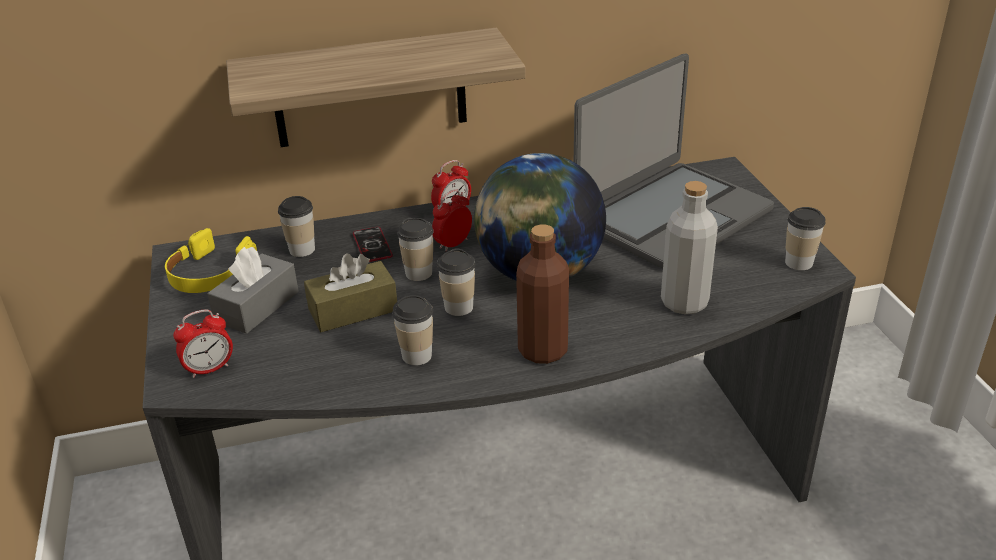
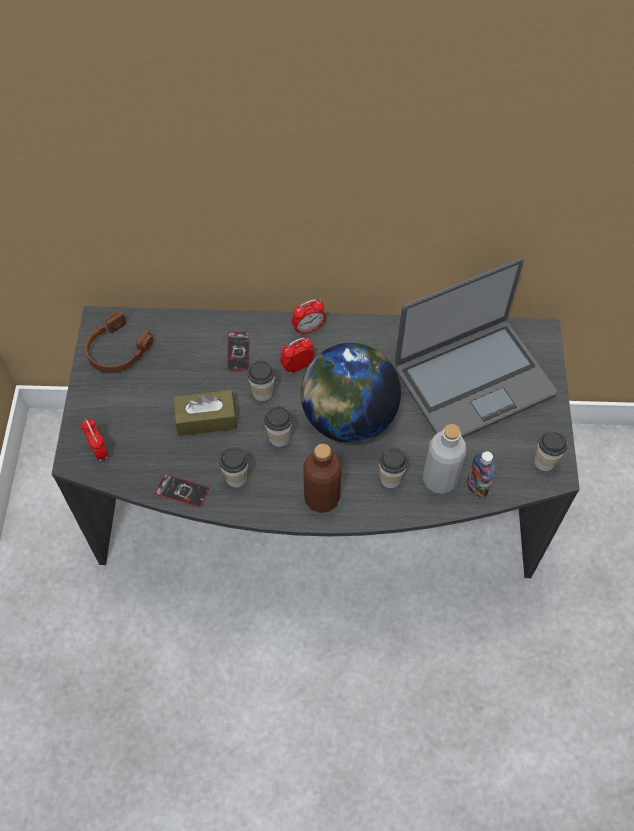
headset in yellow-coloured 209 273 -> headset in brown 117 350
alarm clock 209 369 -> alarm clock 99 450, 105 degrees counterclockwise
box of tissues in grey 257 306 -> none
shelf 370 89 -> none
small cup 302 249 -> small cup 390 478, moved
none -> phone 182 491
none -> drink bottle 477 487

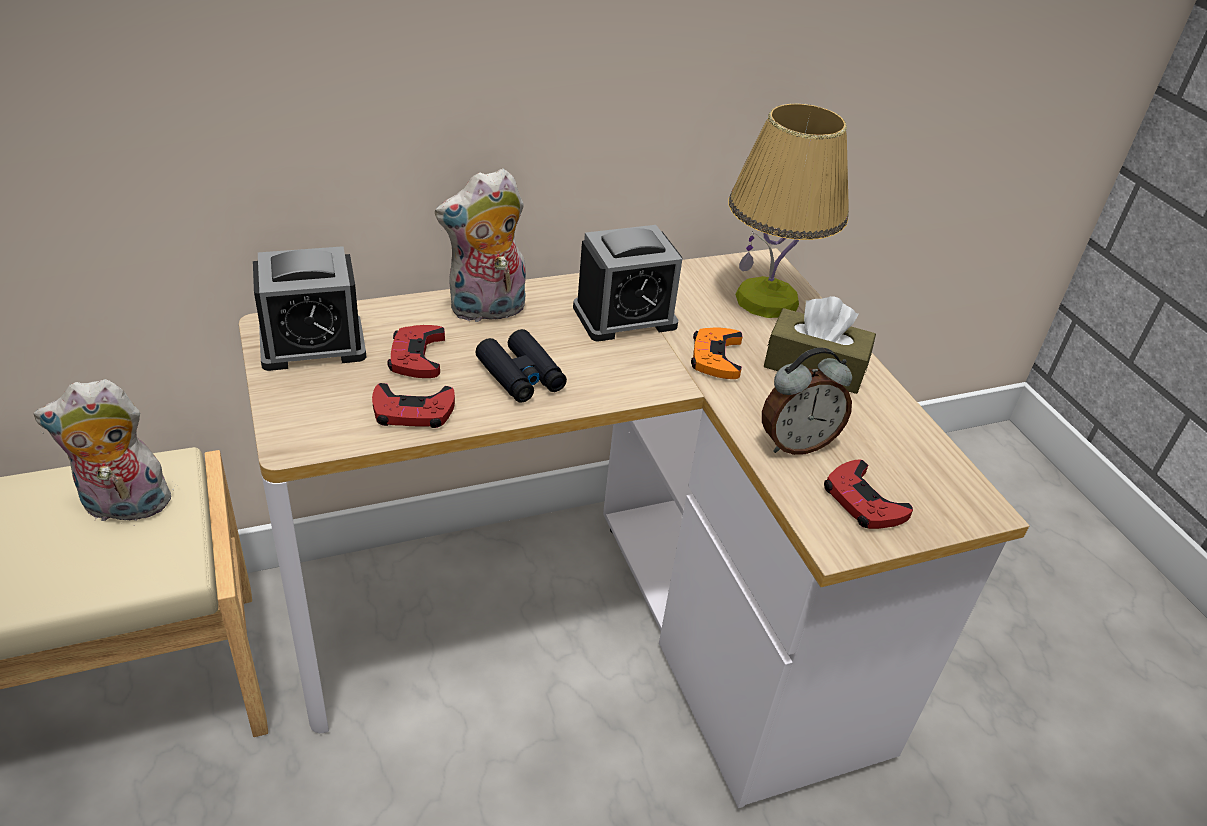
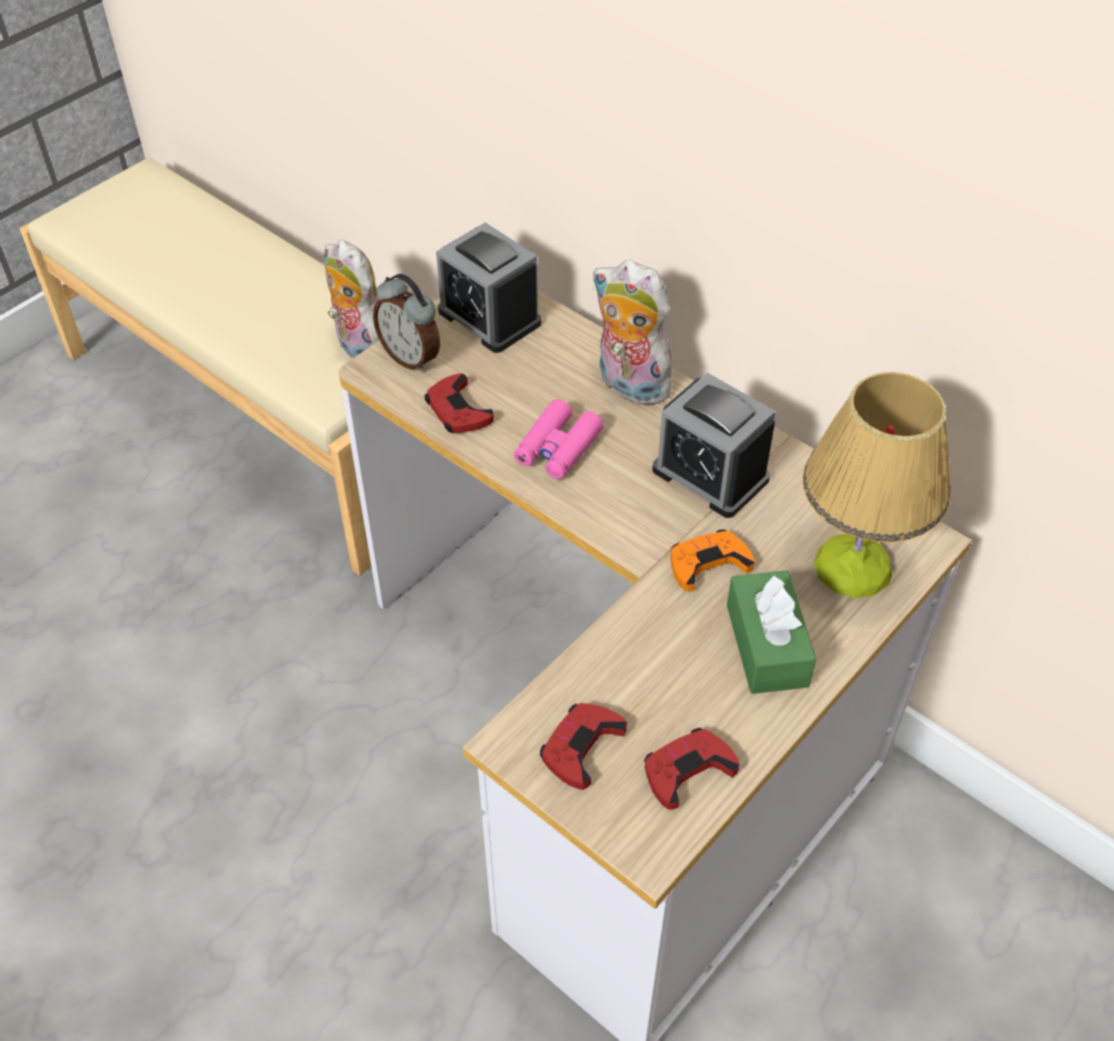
game controller in reddish 416 357 -> game controller in reddish 687 770, moved
pair of binoculars in blackish 521 376 -> pair of binoculars in pink-coloured 557 448
alarm clock 796 443 -> alarm clock 411 357, moved
box of tissues in brown 814 367 -> box of tissues in green-coloured 766 645

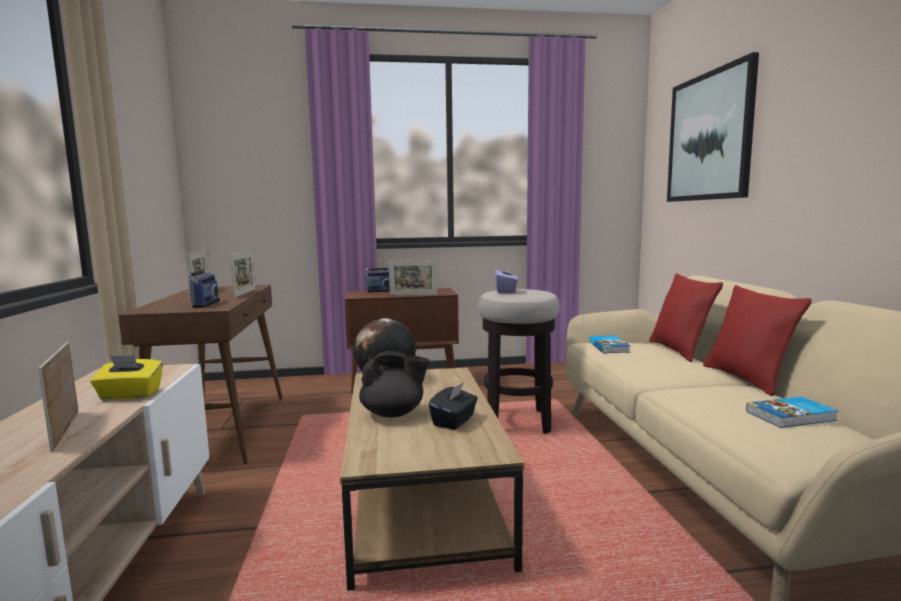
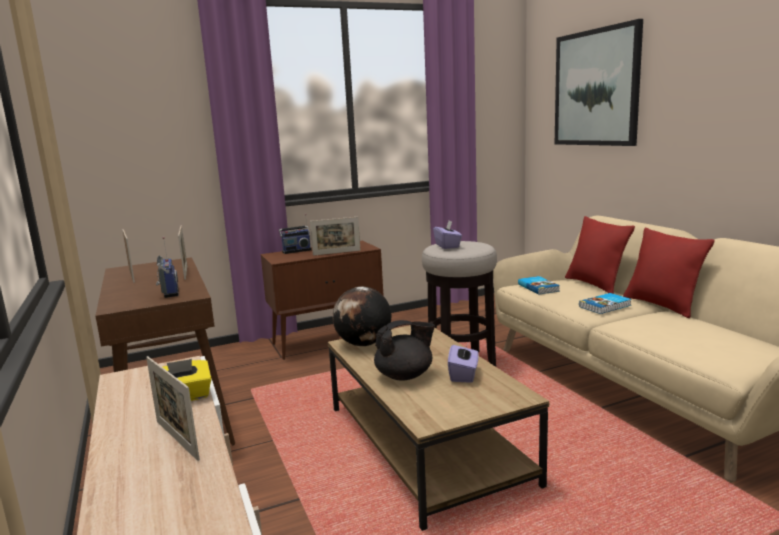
box of tissues in blackish 454 421 -> box of tissues in purple-coloured 463 375
bound book 792 416 -> bound book 606 306, moved

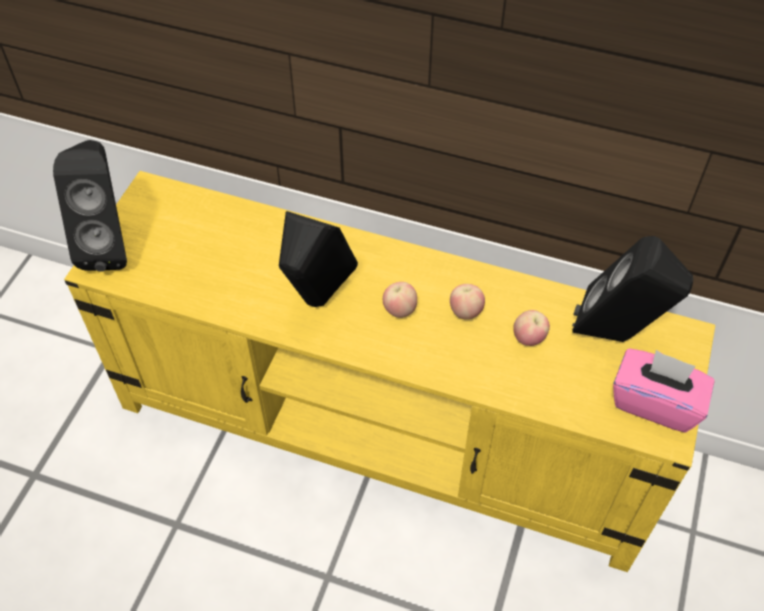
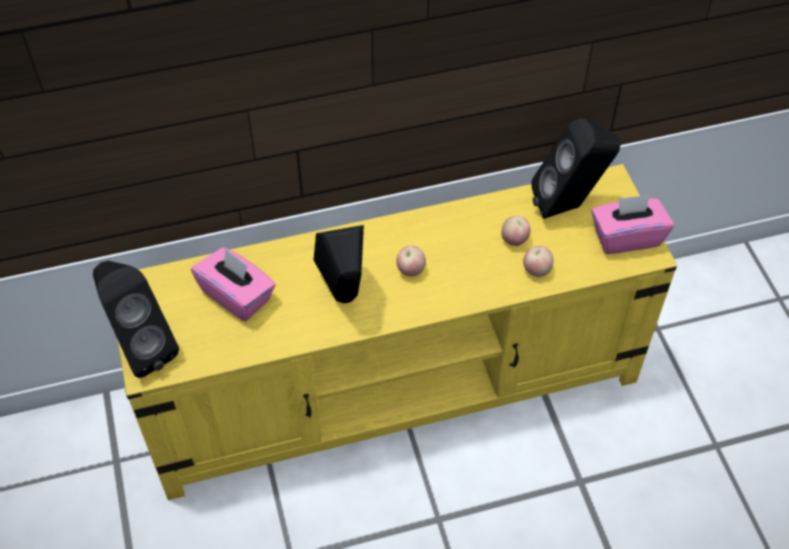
whole apple 465 312 -> whole apple 536 270, moved
none -> box of tissues in pink-coloured 237 296

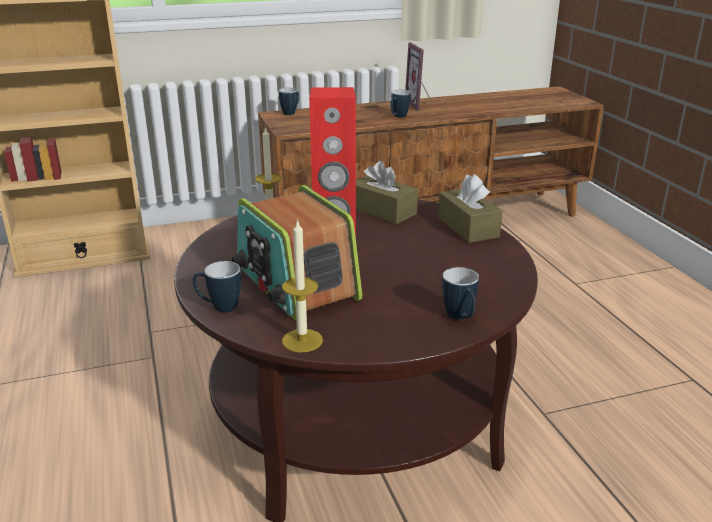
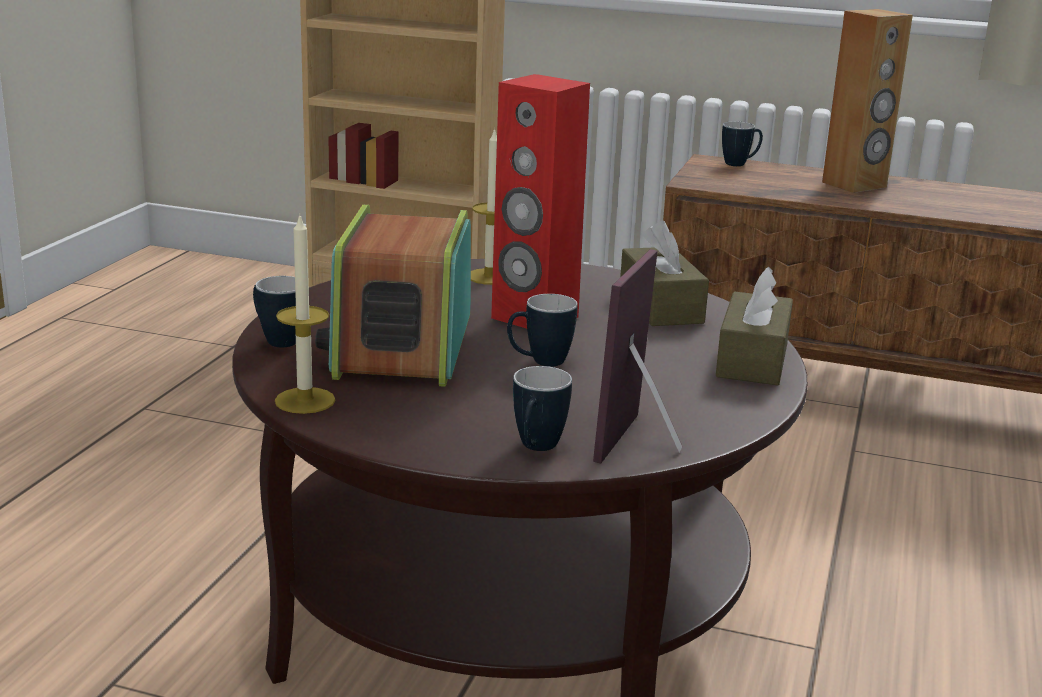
tea mug 398 117 -> tea mug 539 362, moved
photo frame 421 104 -> photo frame 646 444, moved
none -> audio speaker in brown 854 185

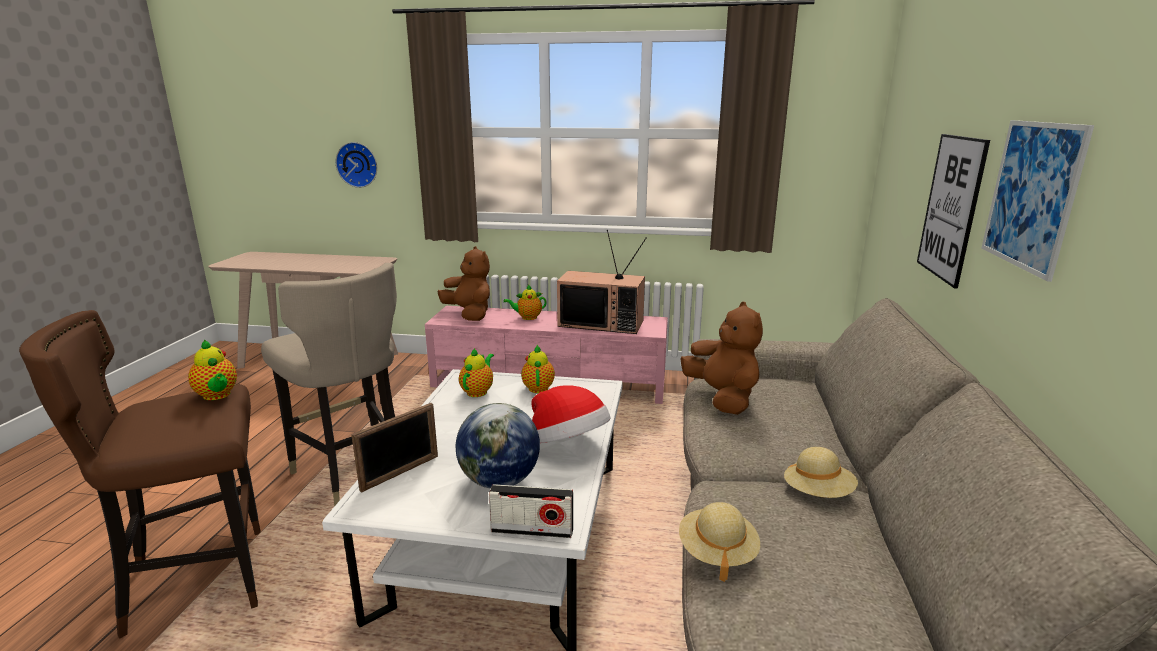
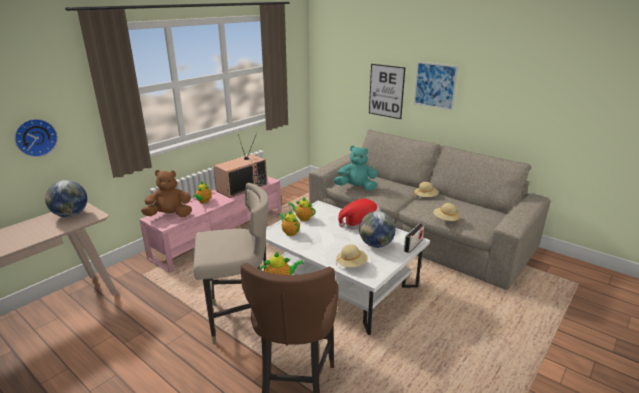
photo frame 400 473 -> wearable hat in beige-coloured 351 264
plush toy in brown 722 398 -> plush toy in blue-green 356 188
none -> globe 71 215

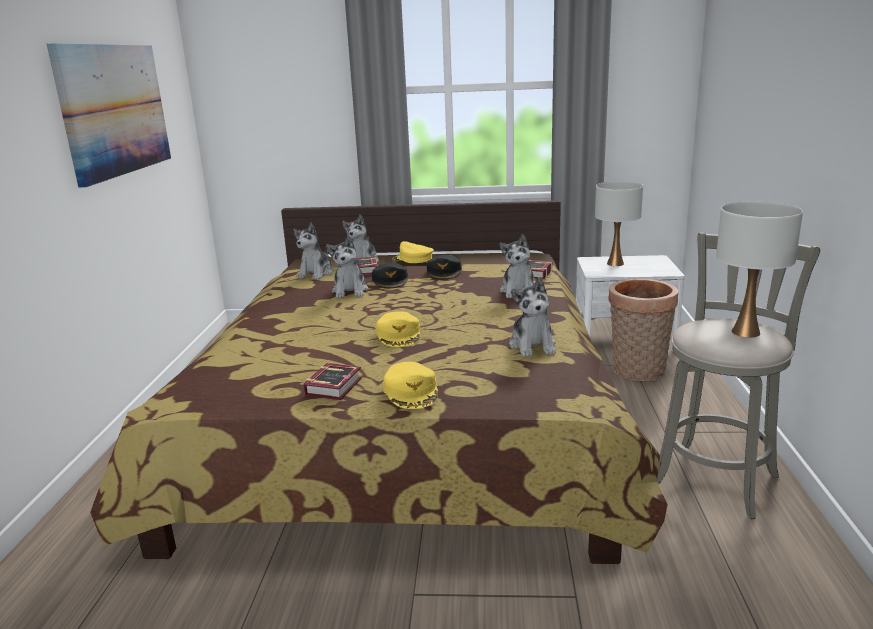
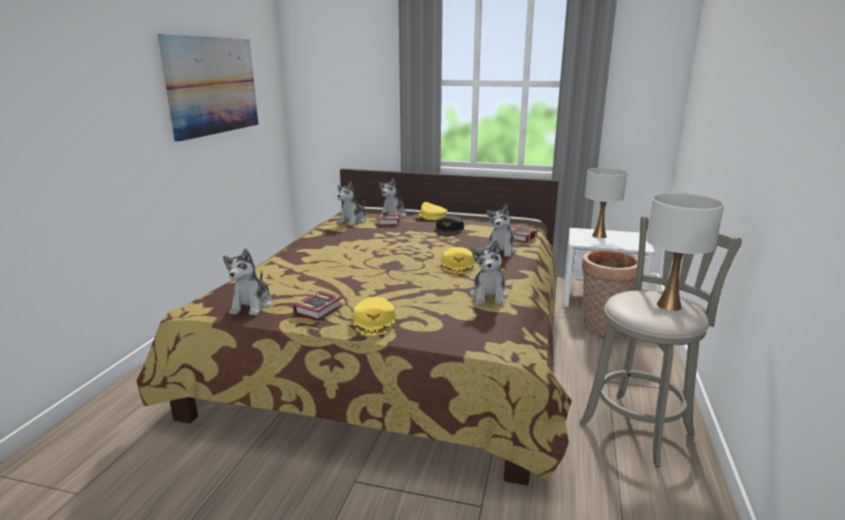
plush toy 350 291 -> plush toy 252 305, moved
peaked cap in blackish 390 280 -> none
peaked cap in yellow-coloured 399 335 -> peaked cap in yellow-coloured 458 265, moved

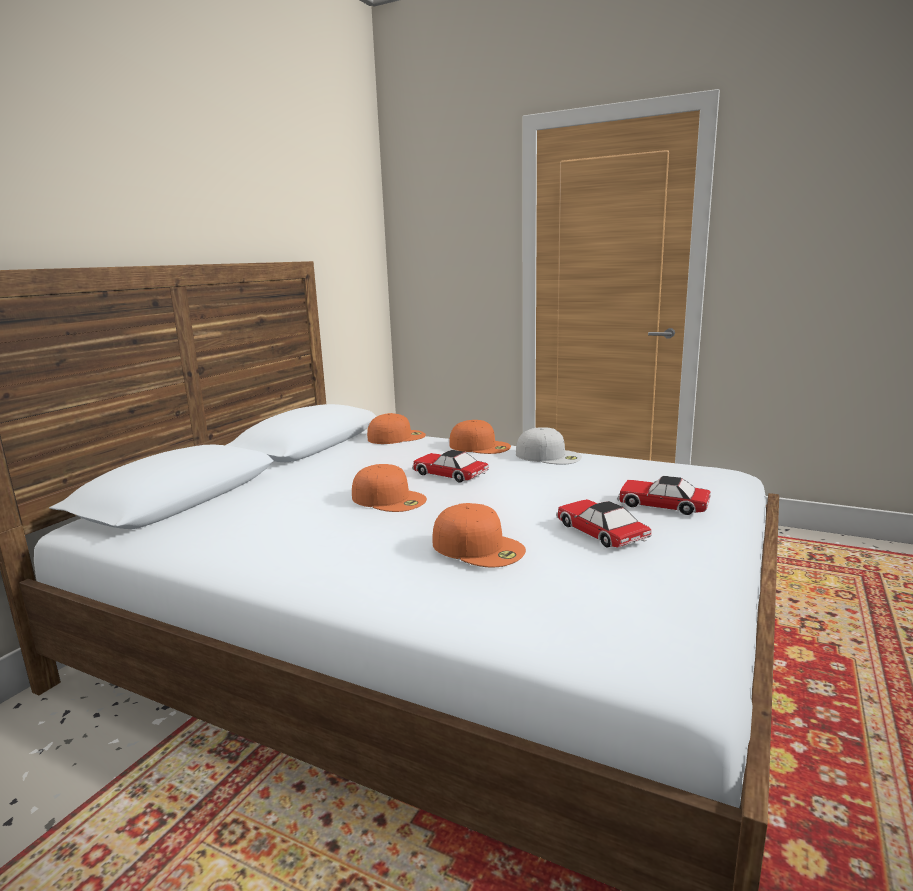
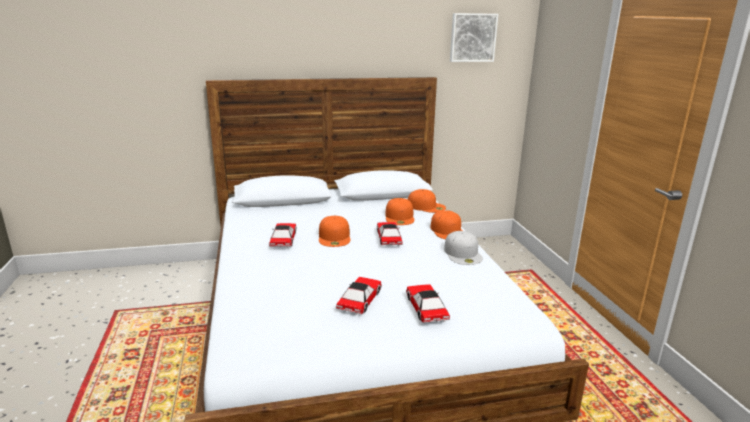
peaked cap in orange 479 547 -> peaked cap in orange 400 217, moved
none -> miniature car 283 240
none -> picture 472 37

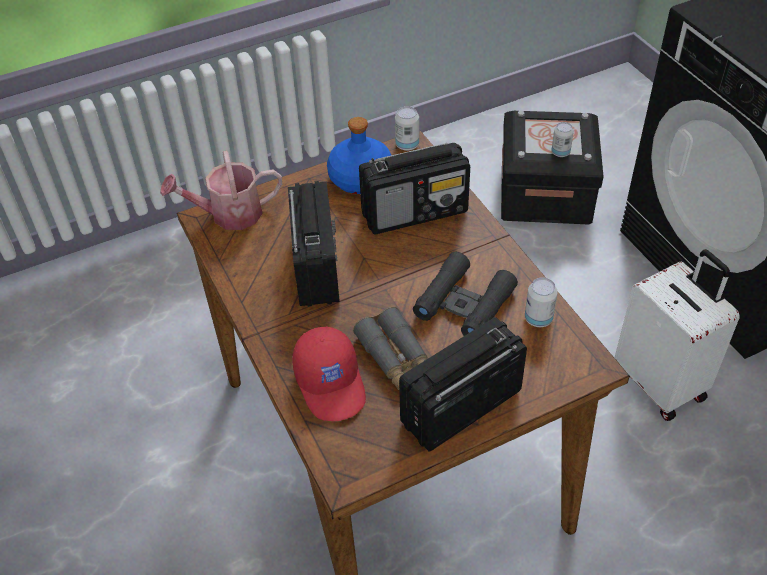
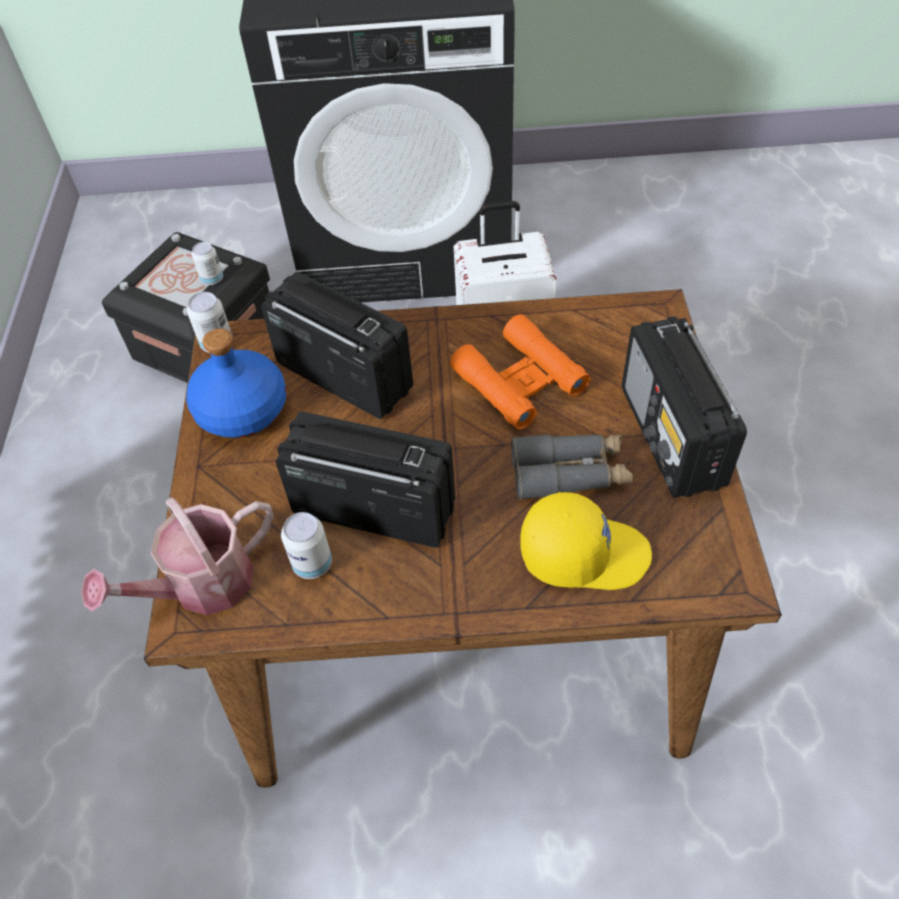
watering pot 229 214 -> watering pot 201 586, 45 degrees clockwise
peaked cap in reddish 332 383 -> peaked cap in yellow-coloured 583 552
radio 415 212 -> radio 343 375, 60 degrees counterclockwise
pair of binoculars in blackish 464 303 -> pair of binoculars in orange 519 381
sealed can 538 319 -> sealed can 312 564, moved

